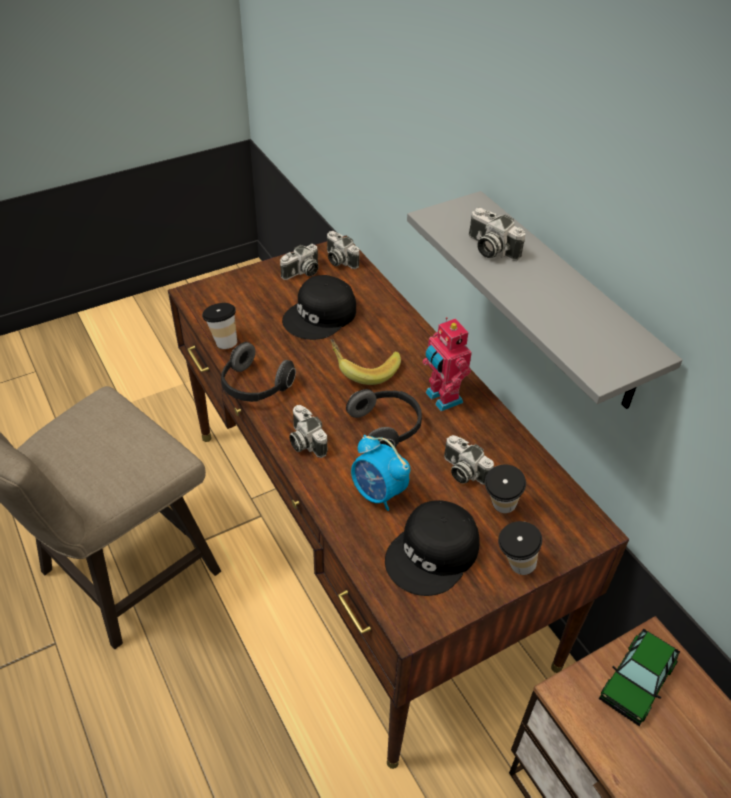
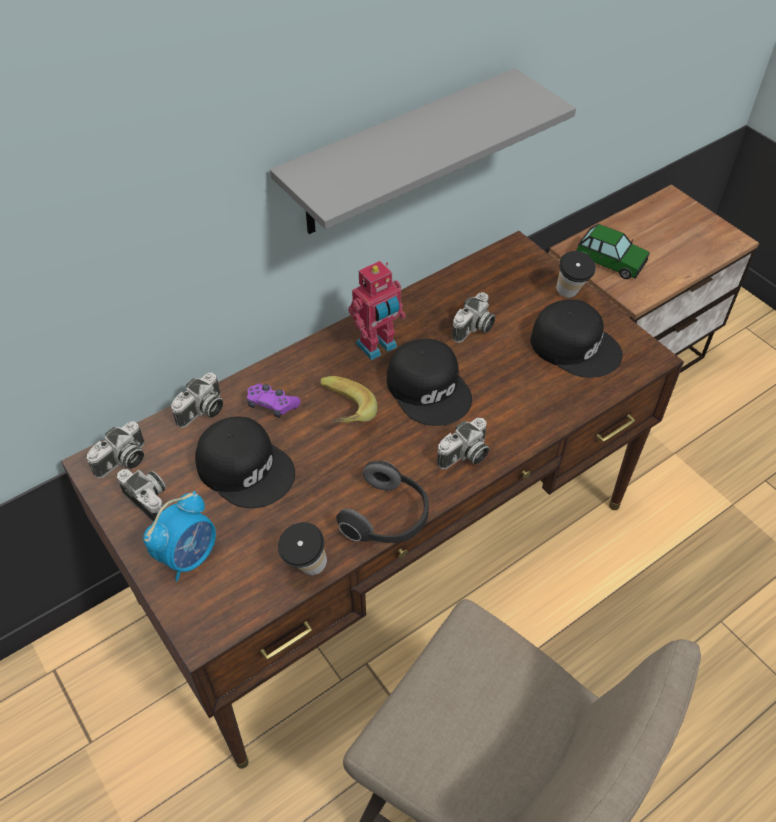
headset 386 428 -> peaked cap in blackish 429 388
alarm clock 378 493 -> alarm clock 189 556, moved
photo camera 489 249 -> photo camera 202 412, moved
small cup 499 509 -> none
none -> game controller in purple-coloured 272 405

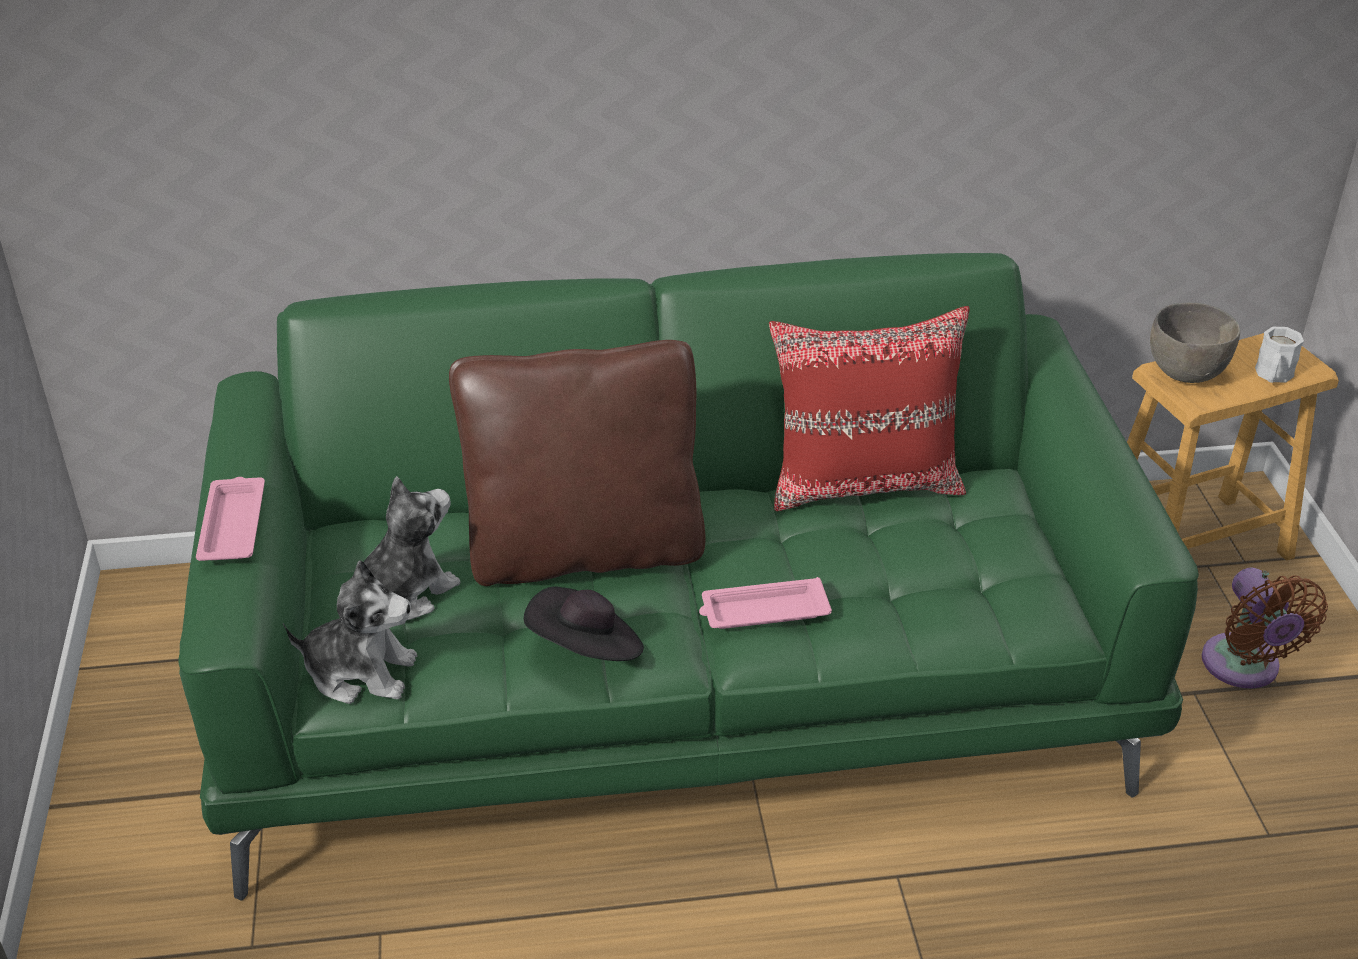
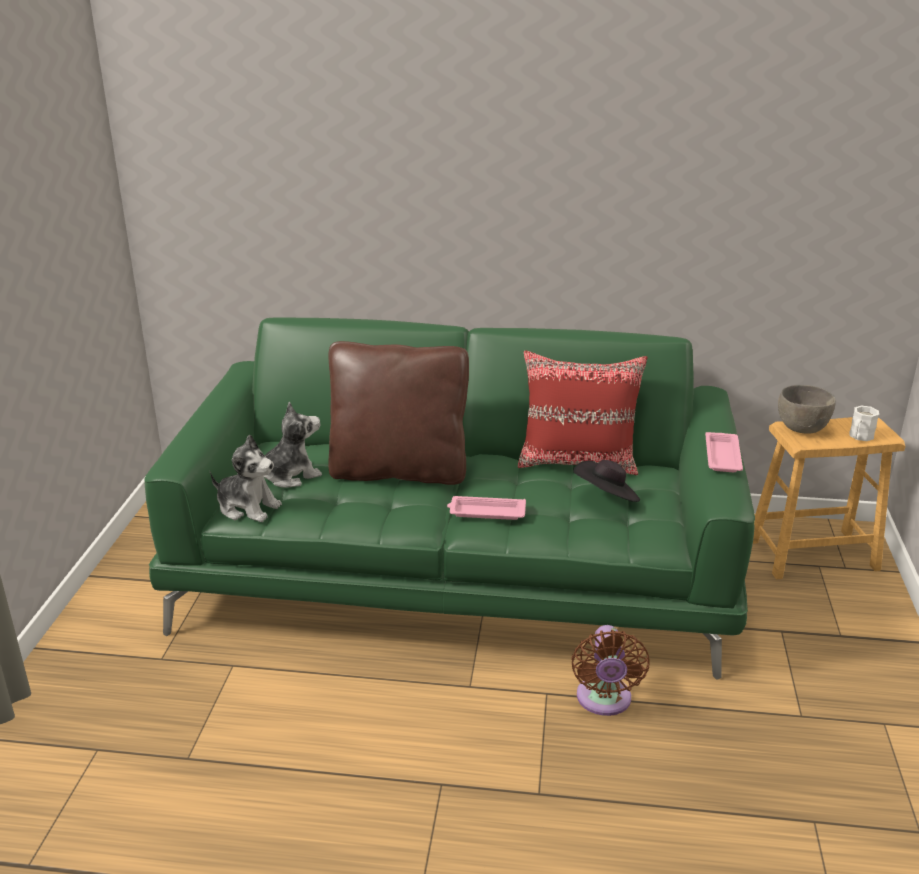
carrying tray in pink-coloured 233 525 -> carrying tray in pink-coloured 722 456, moved
wearable hat in blackish 586 649 -> wearable hat in blackish 606 497, moved
cooling fan in brown 1244 668 -> cooling fan in brown 604 701, moved

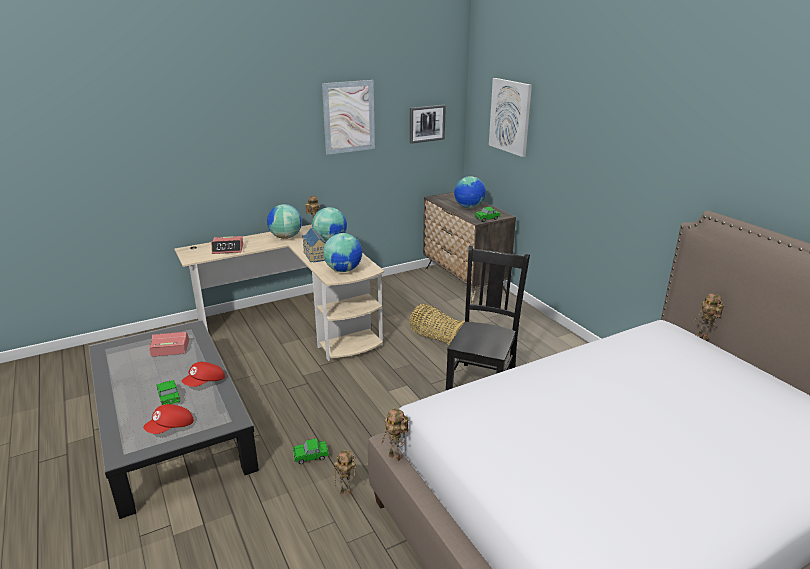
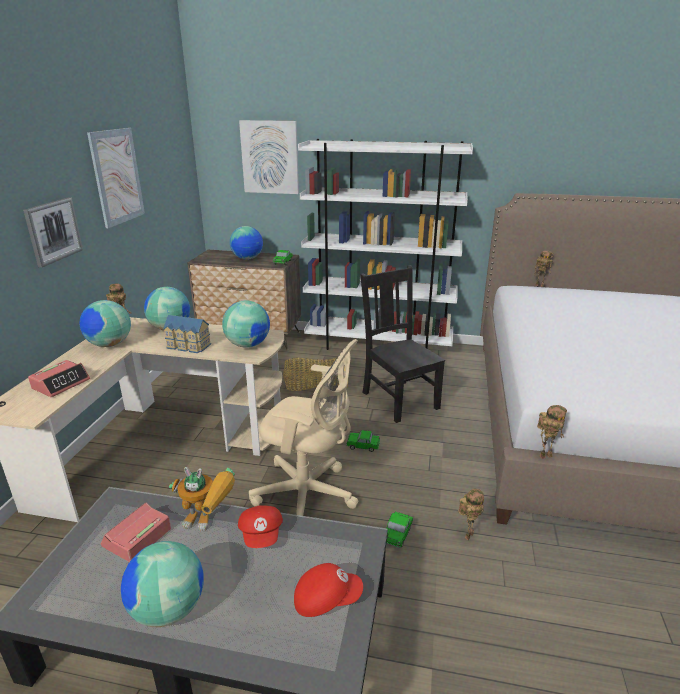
peaked cap in reddish 171 428 -> peaked cap in reddish 326 599, 90 degrees counterclockwise
miniature car 169 398 -> miniature car 363 446, moved
picture 426 123 -> picture 53 231, moved
none -> globe 168 609
none -> robot figure 209 521
none -> computer chair in beige-coloured 308 495
none -> bookcase in whitish 378 345

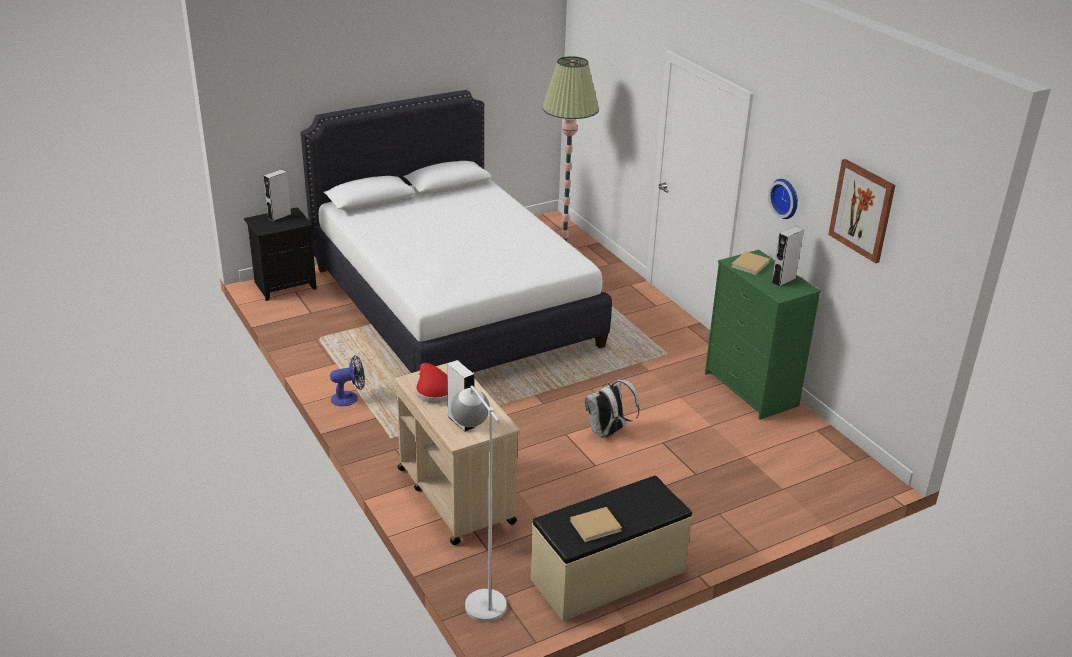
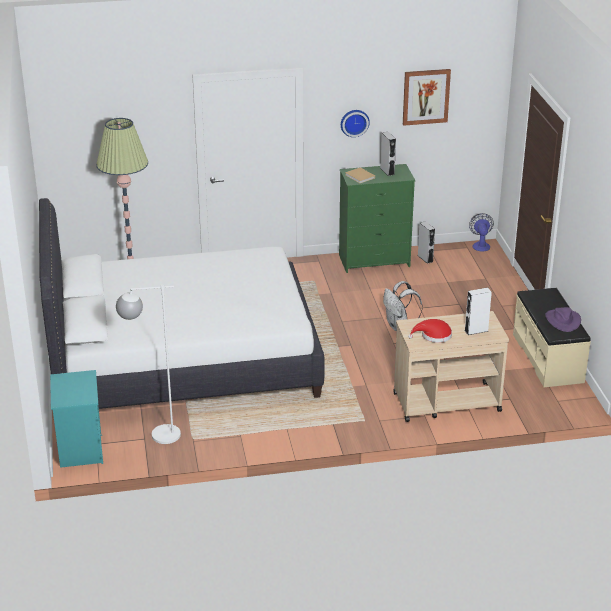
nightstand in blackish 285 285 -> nightstand in blue-green 80 448
audio speaker in grey 279 216 -> audio speaker in grey 425 258, moved
cooling fan 349 398 -> cooling fan 480 245, moved
standing lamp in whitish 479 596 -> standing lamp in whitish 155 436, moved
bound book in beige-coloured 597 525 -> wearable hat in purple-coloured 562 320

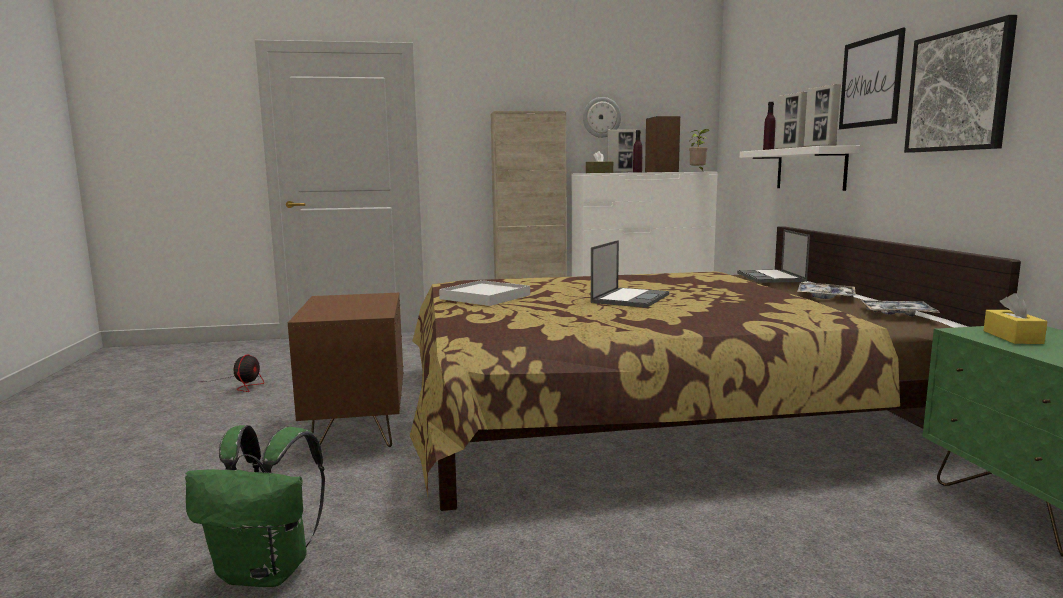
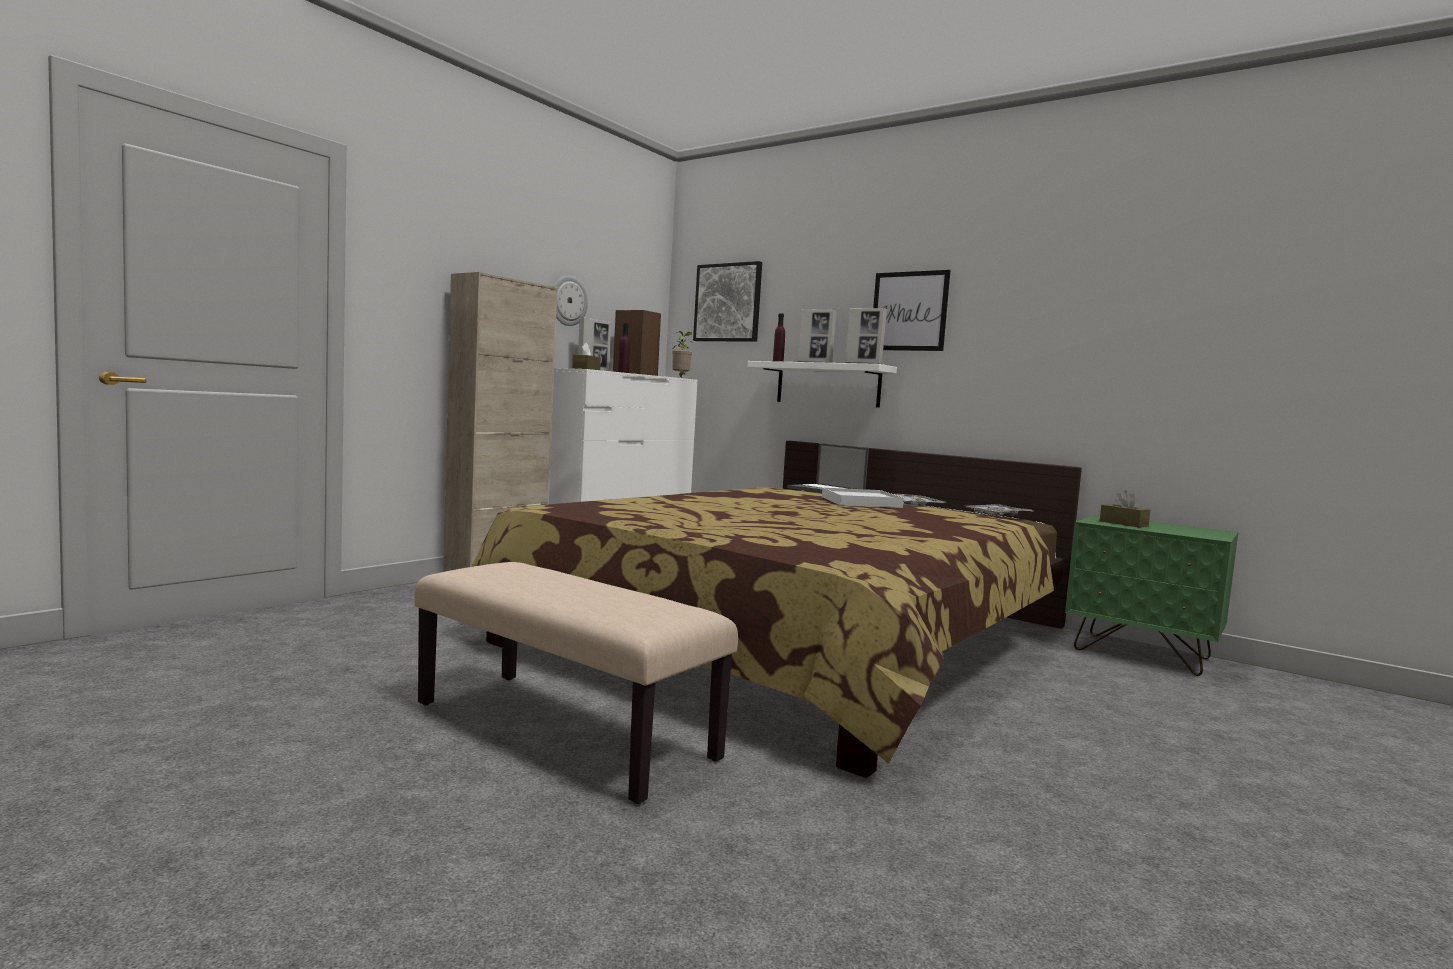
backpack in green-coloured 267 571 -> none
cooling fan 244 384 -> none
nightstand in brown 358 429 -> bench in beige-coloured 565 730
carrying tray in whitish 485 297 -> carrying tray in whitish 861 502, moved
notebook computer 630 298 -> none
picture 958 90 -> picture 728 302, moved
box of tissues in yellow-coloured 1012 337 -> box of tissues in brown 1123 523

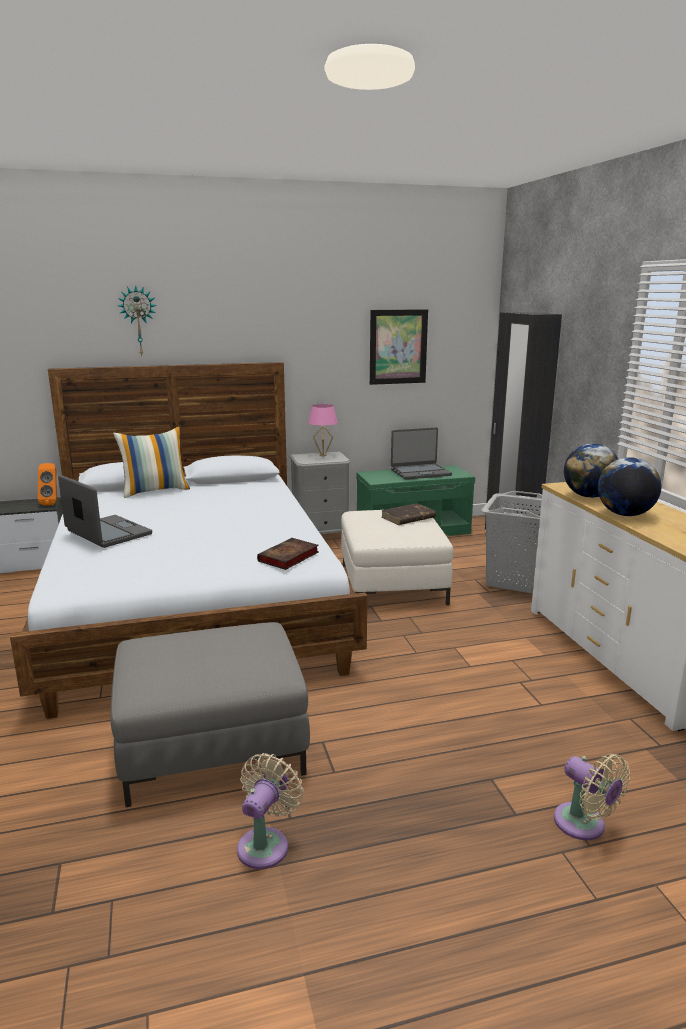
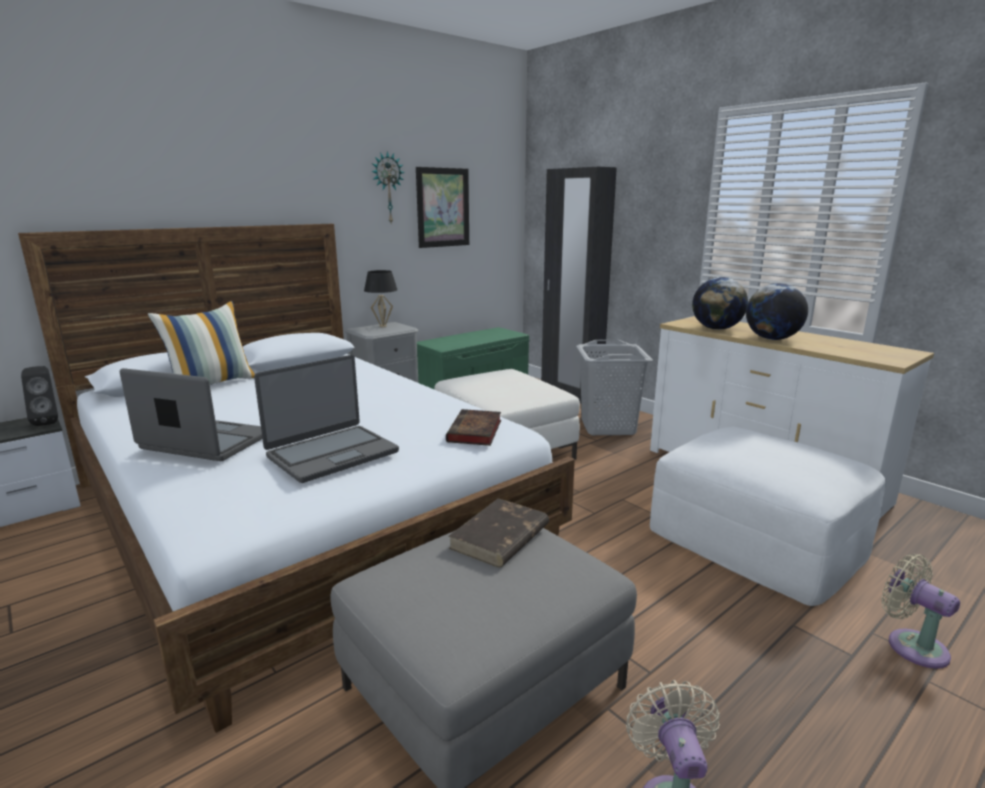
audio speaker in orange 52 503 -> audio speaker in blackish 48 422
wall clock 138 321 -> wall clock 387 188, moved
lamp for a table in pink-coloured 323 455 -> lamp for a table in blackish 383 326
bound book in brown 408 517 -> bound book in brown 499 537, moved
notebook computer 420 472 -> notebook computer 332 454, moved
cooling fan in beige-coloured 584 825 -> cooling fan in beige-coloured 911 645, 150 degrees counterclockwise
none -> ottoman in whitish 757 539

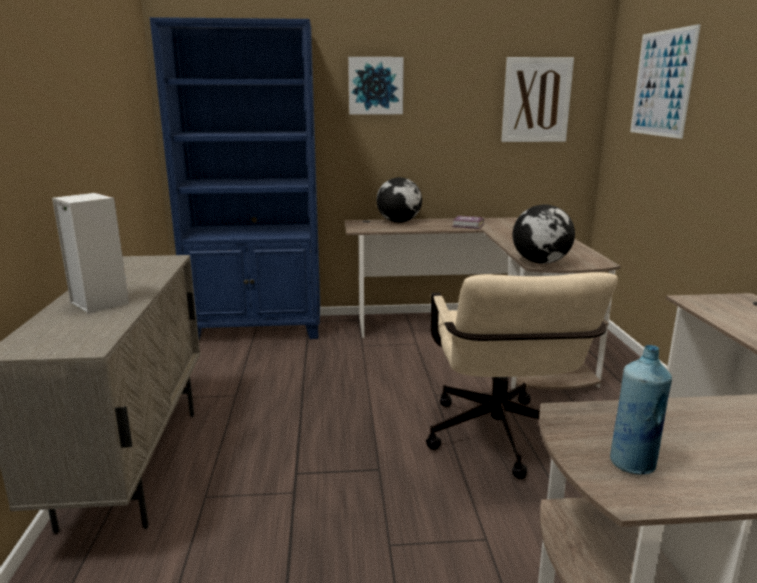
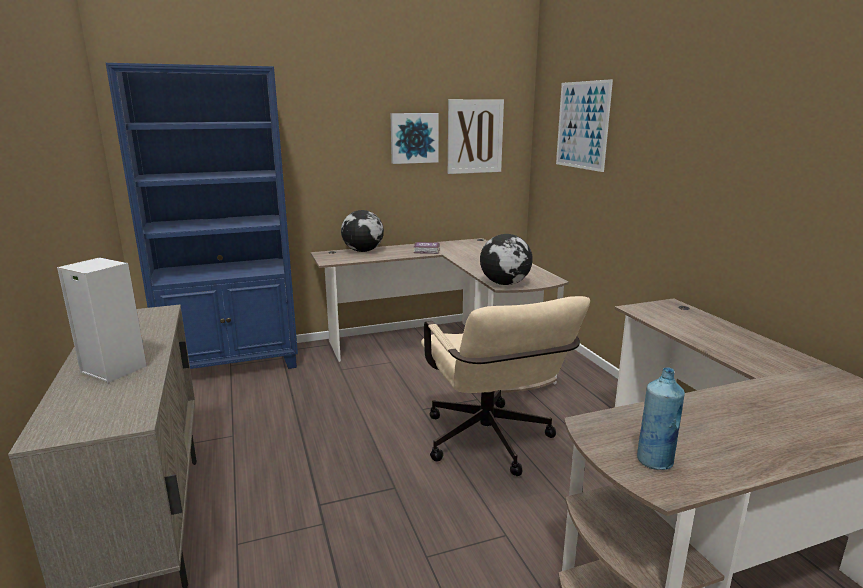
picture 375 86 -> picture 414 138, moved

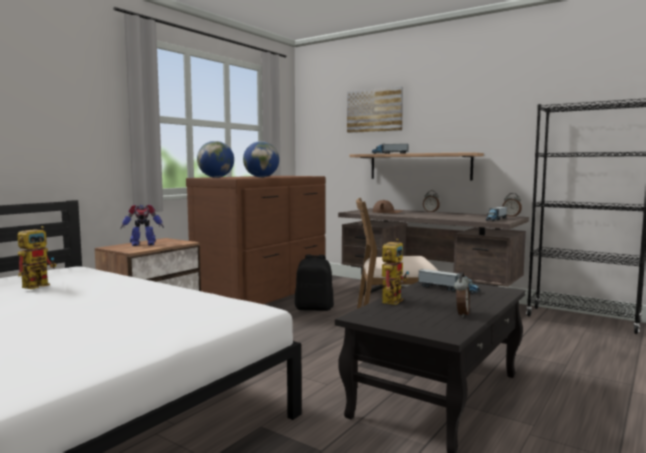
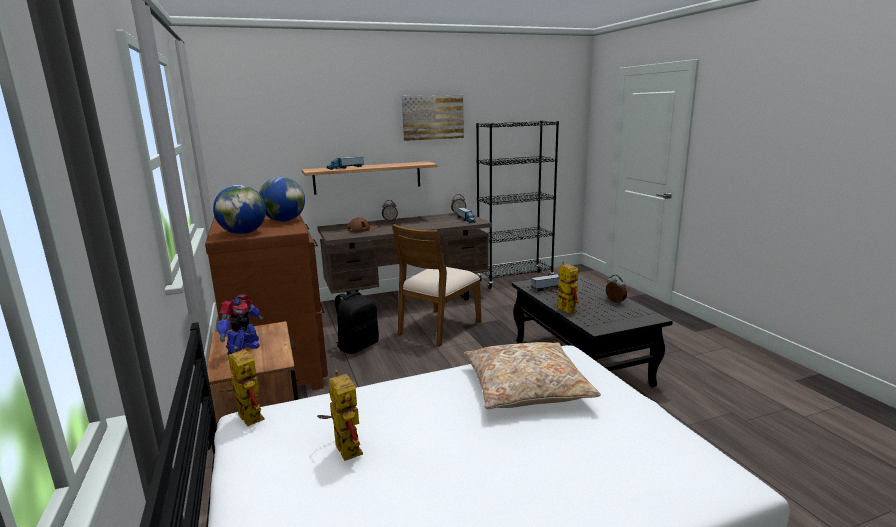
picture 375 110 -> picture 432 117, moved
none -> robot figure 245 416
none -> throw pillow in beige-coloured 525 387

